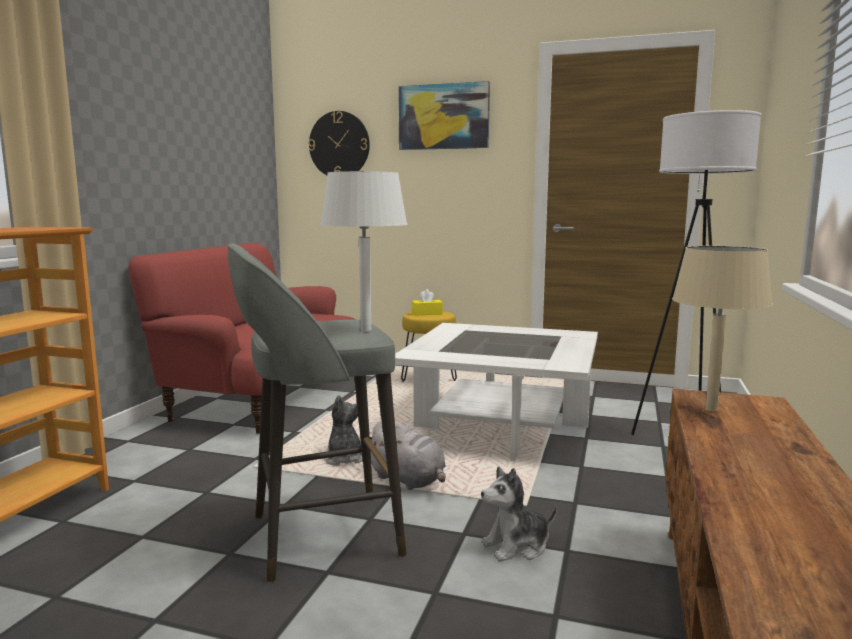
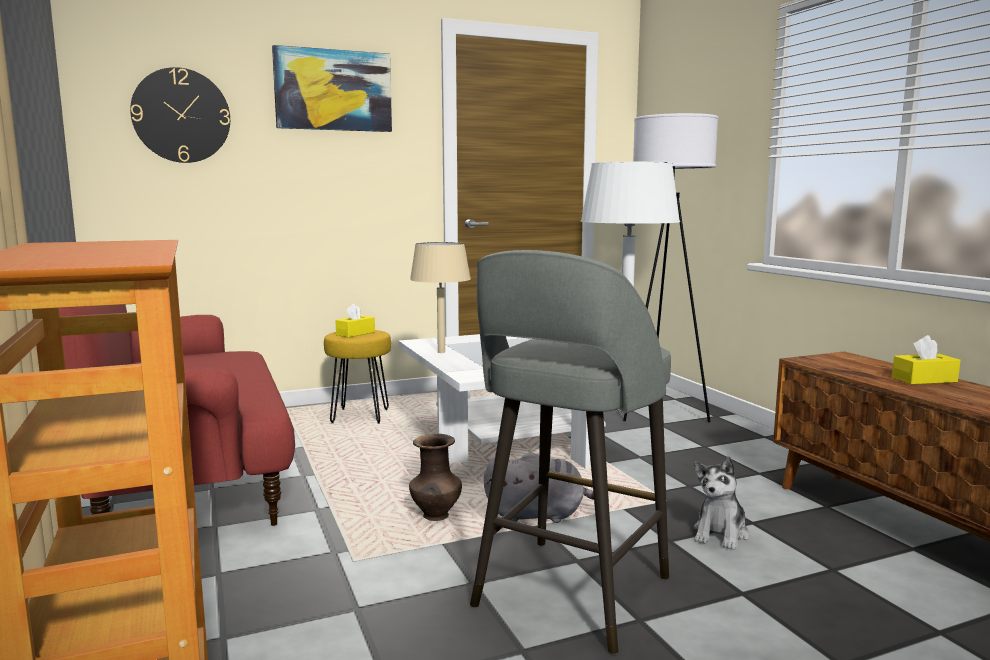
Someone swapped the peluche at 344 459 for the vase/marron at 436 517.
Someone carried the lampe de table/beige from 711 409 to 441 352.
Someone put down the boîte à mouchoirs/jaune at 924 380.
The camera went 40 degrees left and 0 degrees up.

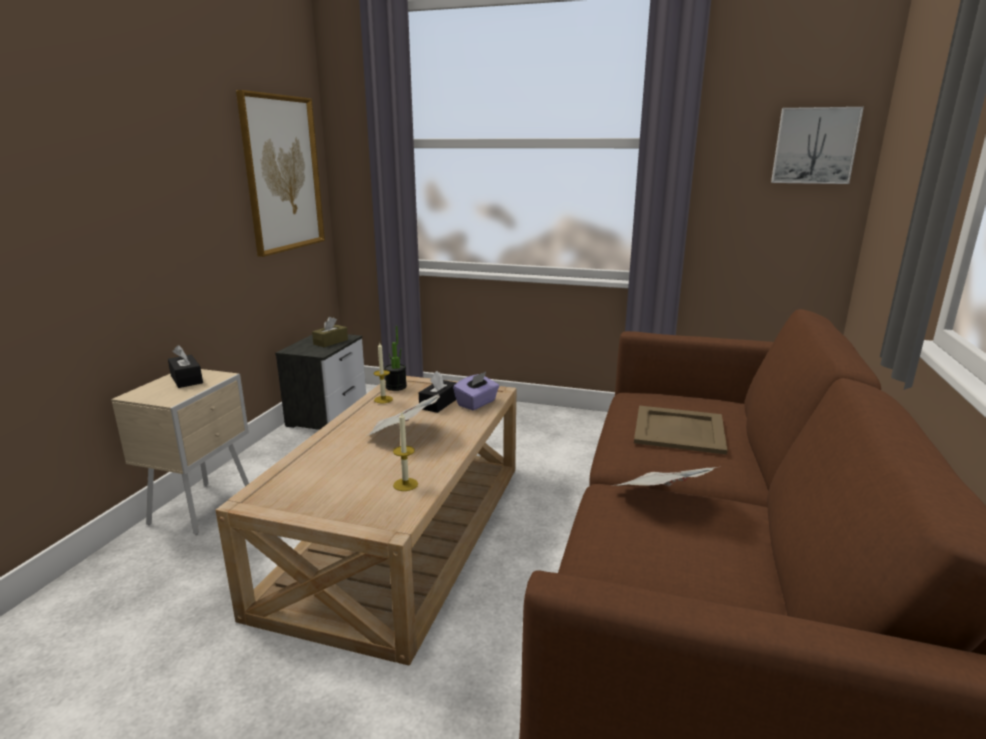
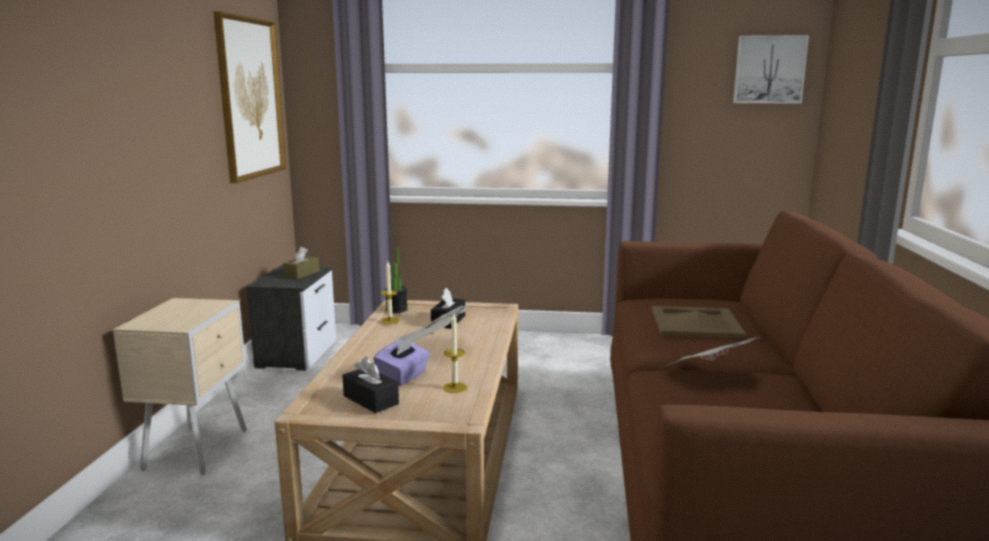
Someone carried the boîte à mouchoirs/noir from 186 379 to 371 400.
Someone carried the boîte à mouchoirs/violet from 477 403 to 403 377.
The camera went 10 degrees left and 5 degrees down.

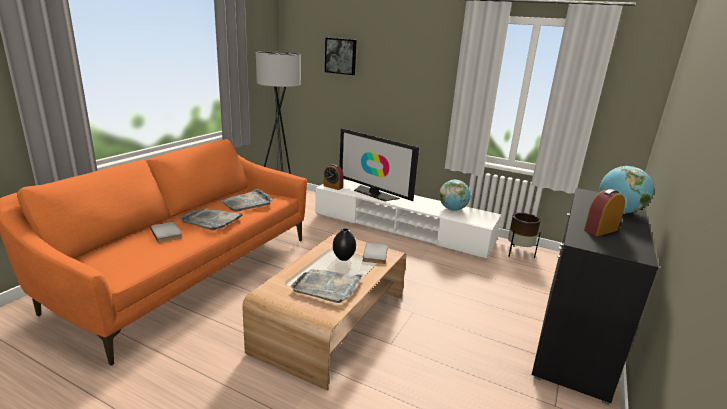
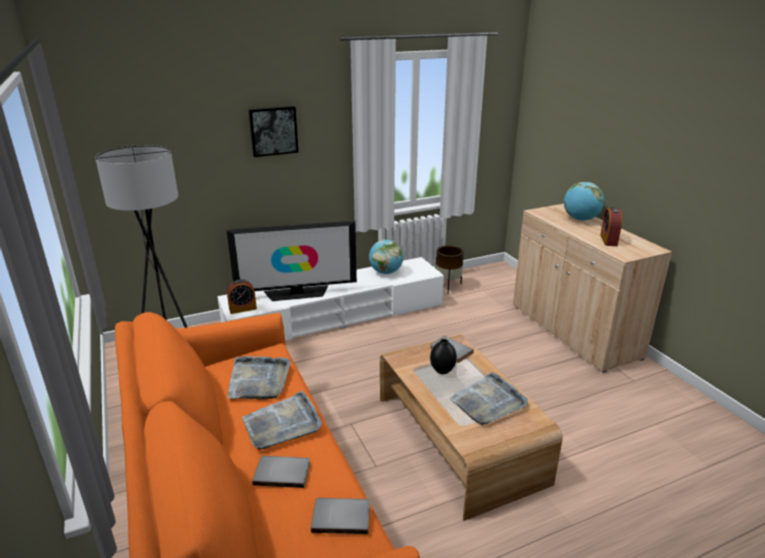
Someone carried the tableau from 341 56 to 273 130.
Someone repainted the meuble de rangement/noir at 574 338, which became the meuble de rangement/beige at 573 331.
Someone put down the livre/gris at 341 516.
The camera went 50 degrees left and 5 degrees up.

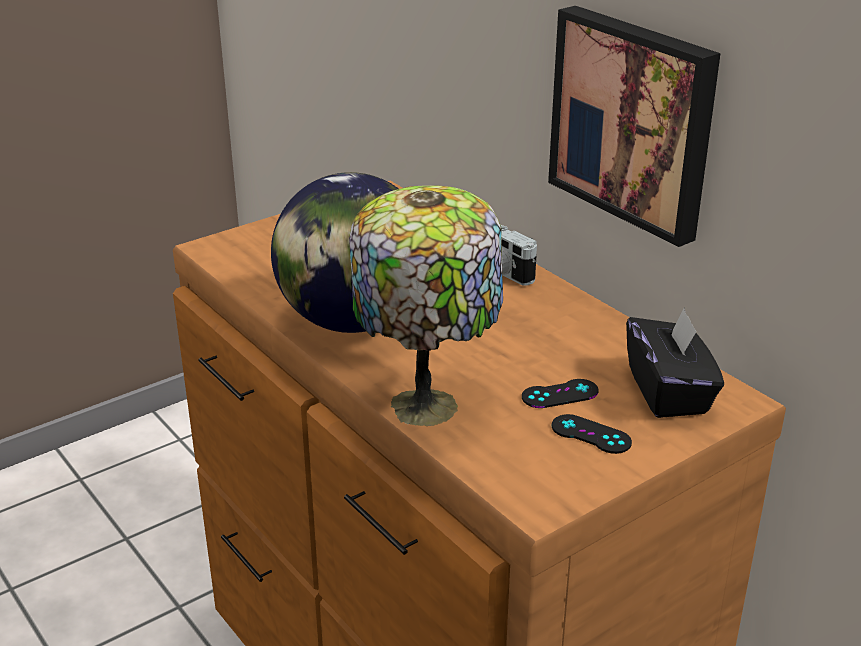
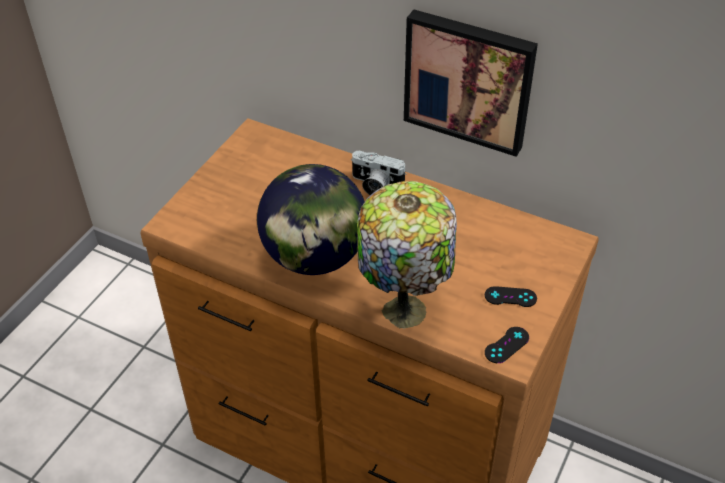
Someone carried the manette/noir from 560 394 to 506 345.
Someone took away the boîte à mouchoirs/noir at 669 392.
The camera went 25 degrees left and 15 degrees up.

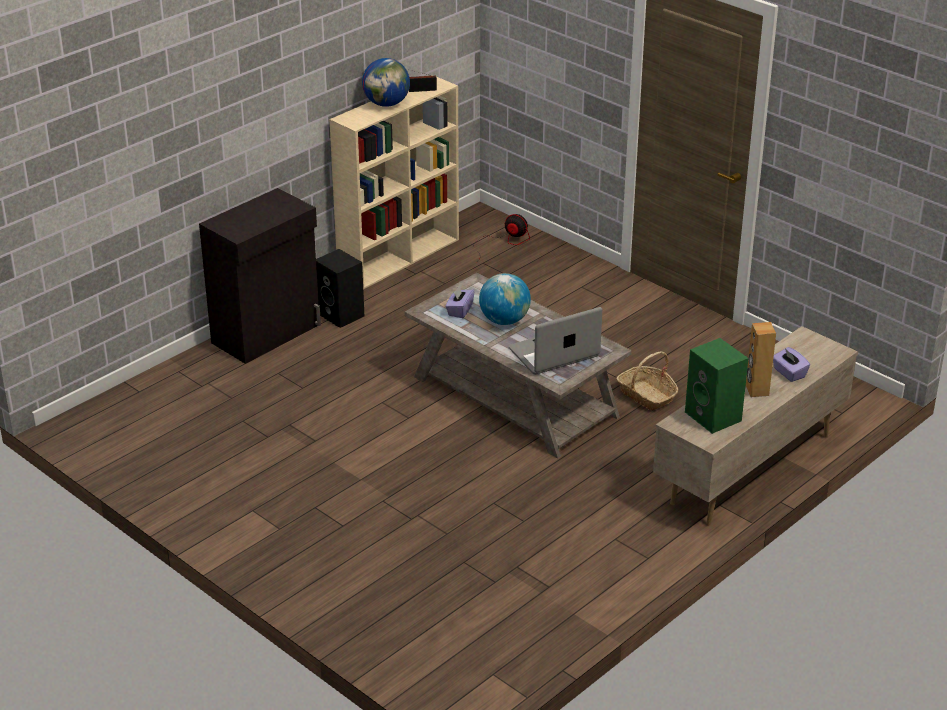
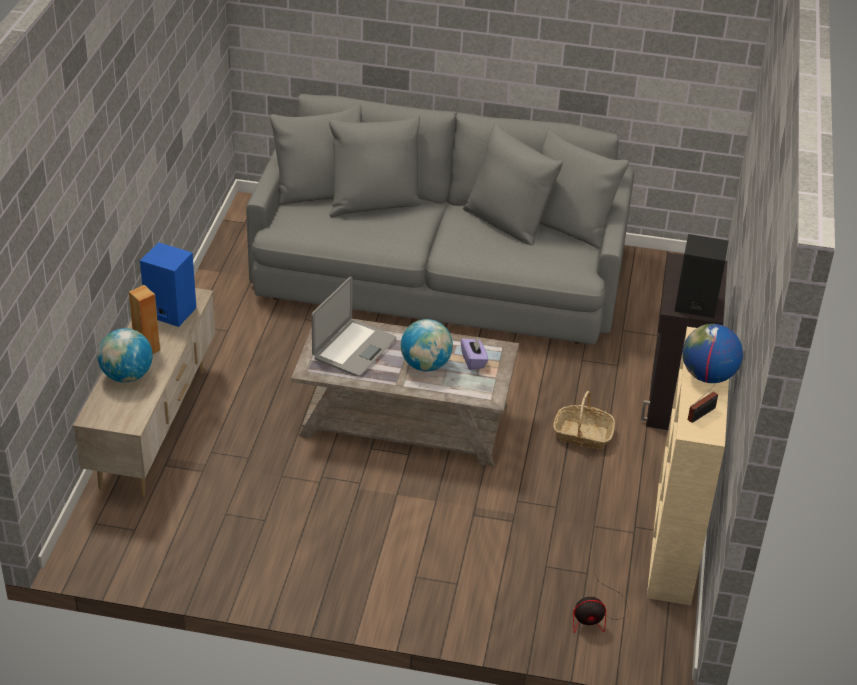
Someone carried the enceinte/noir from 342 315 to 694 304.
Someone carried the panier from 646 395 to 582 435.
Someone repainted the enceinte/vert at 714 417, which became the enceinte/bleu at 169 312.
Someone swapped the boîte à mouchoirs/violet at 789 373 for the globe at 127 376.
Someone put down the canapé/gris at 439 273.
The camera went 145 degrees right and 5 degrees up.

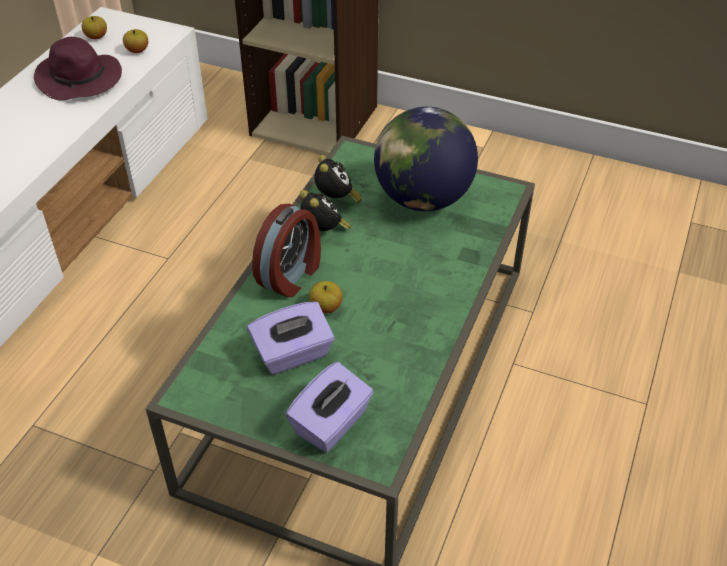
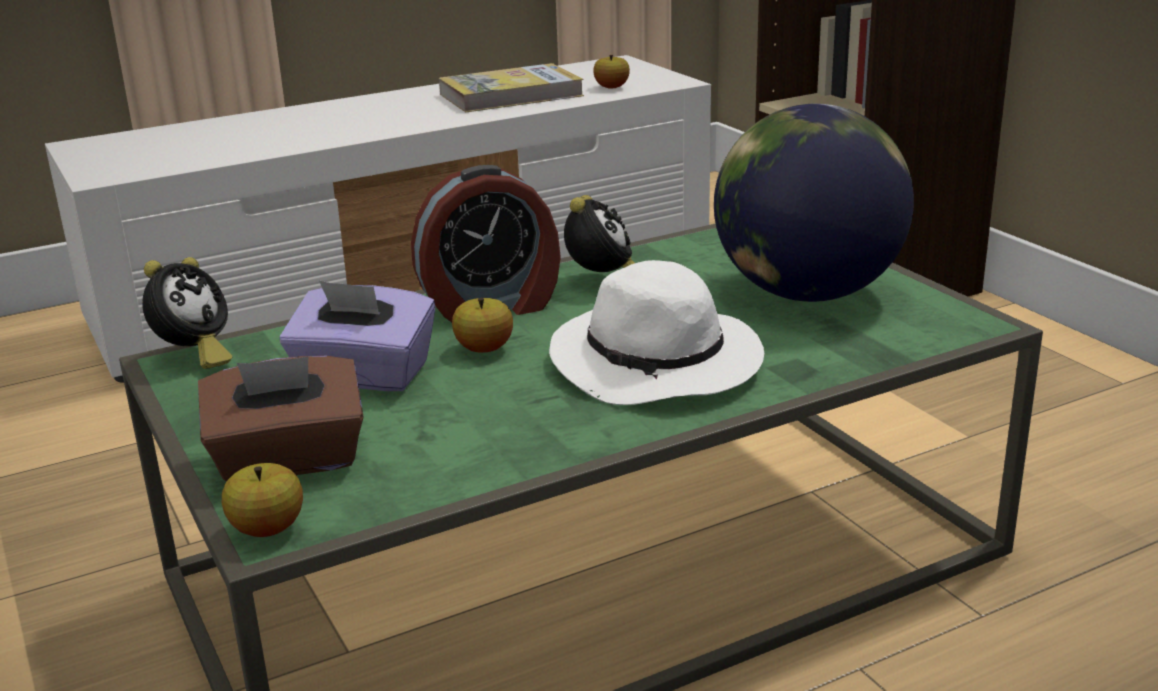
Someone swapped the chapeau/violet at 80 80 for the livre at 511 95.
Someone carried the pomme from 96 37 to 267 529.
Someone repainted the boîte à mouchoirs/violet at 331 424, which became the boîte à mouchoirs/marron at 289 461.
Someone carried the réveil from 336 200 to 194 356.
Someone put down the chapeau/blanc at 658 365.
The camera went 40 degrees right and 20 degrees down.

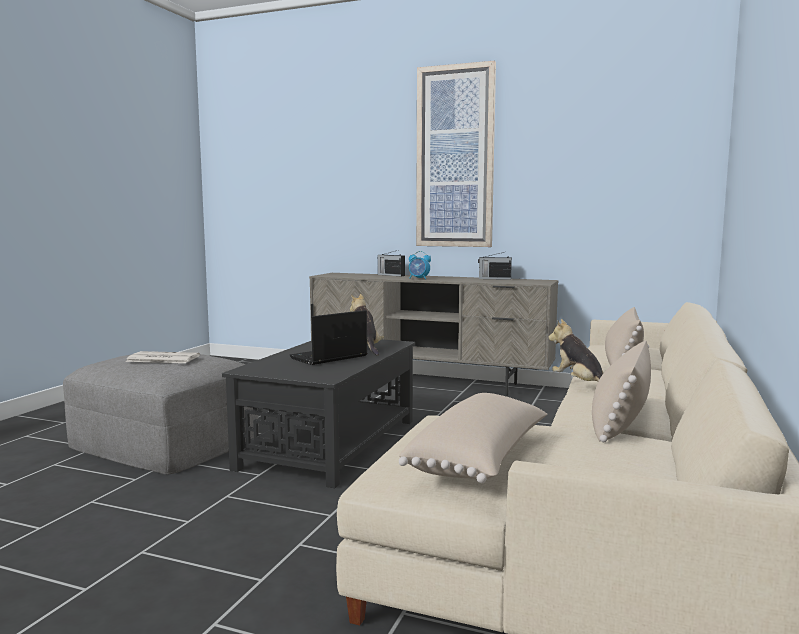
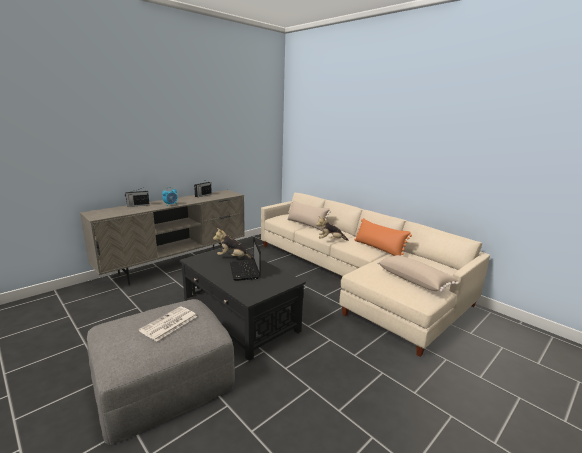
Someone took away the tableau at 455 157.
Someone repainted the coussin/beige at 620 419, which became the coussin/orange at 378 249.
The camera went 65 degrees left and 10 degrees up.

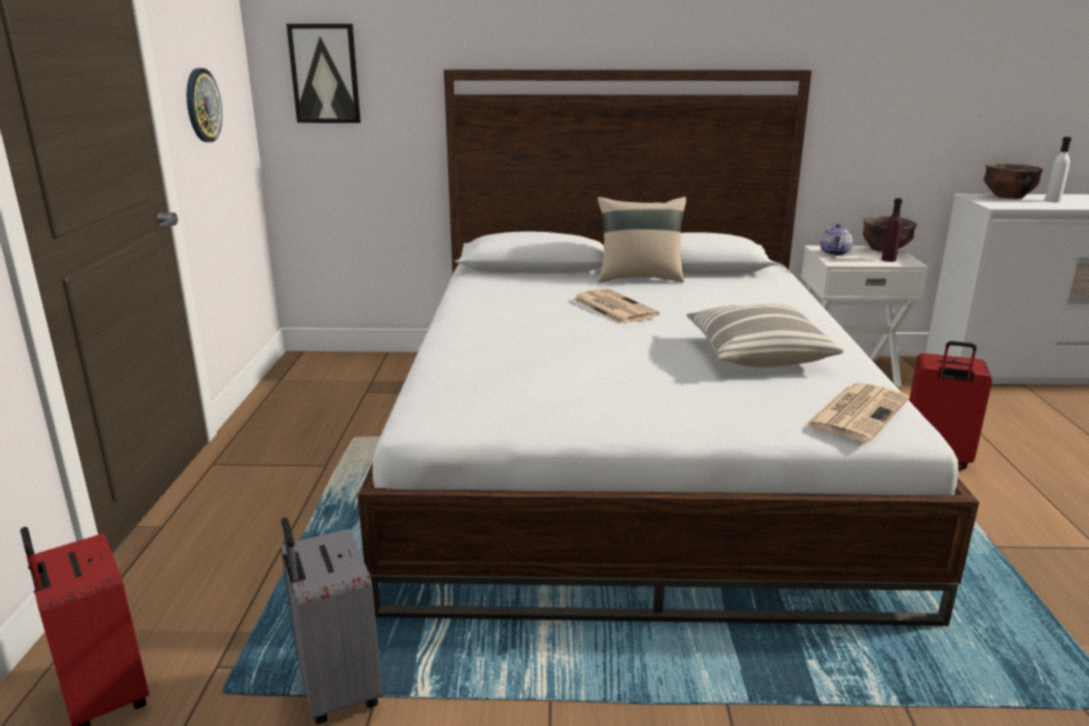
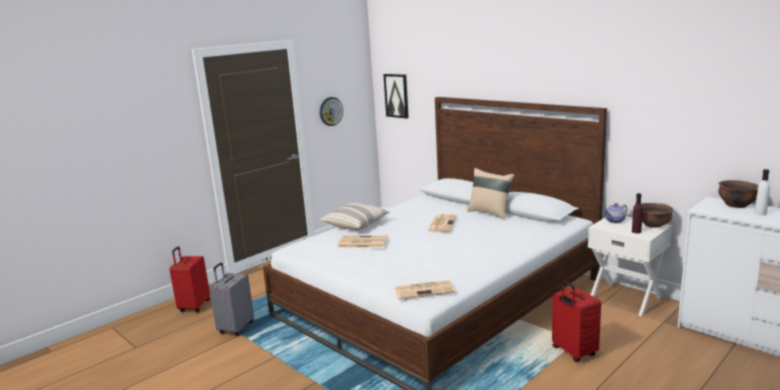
Someone carried the coussin from 757 354 to 356 225.
Someone put down the journal at 361 242.
The camera went 45 degrees right and 5 degrees down.

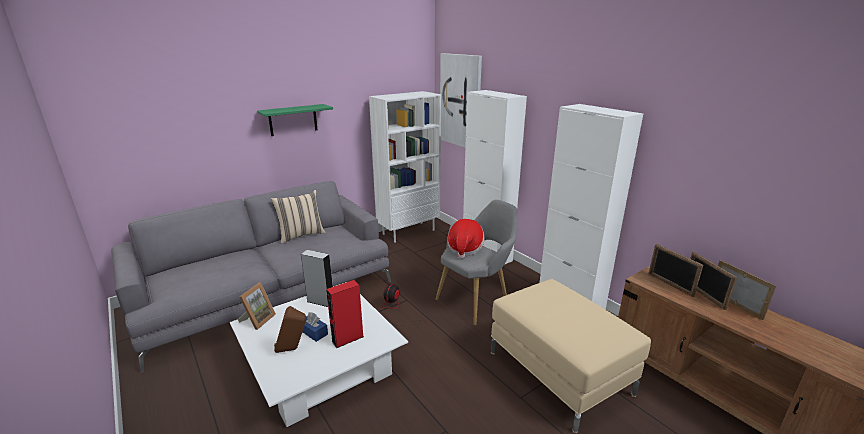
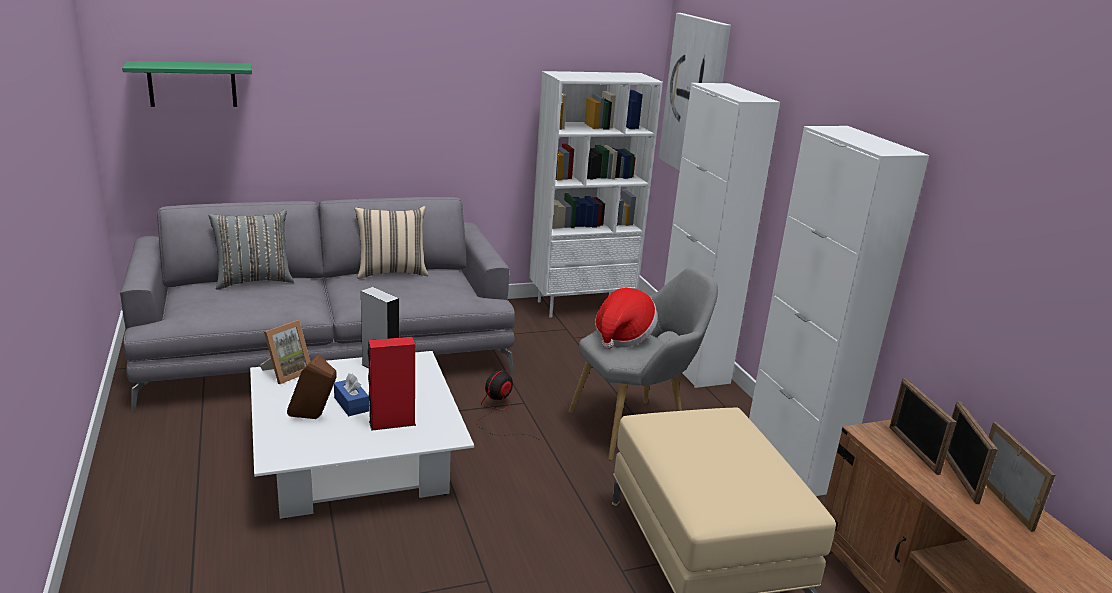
Someone carried the étagère/vert from 293 120 to 192 84.
Someone put down the coussin/gris at 254 281.
The camera went 15 degrees right and 0 degrees up.

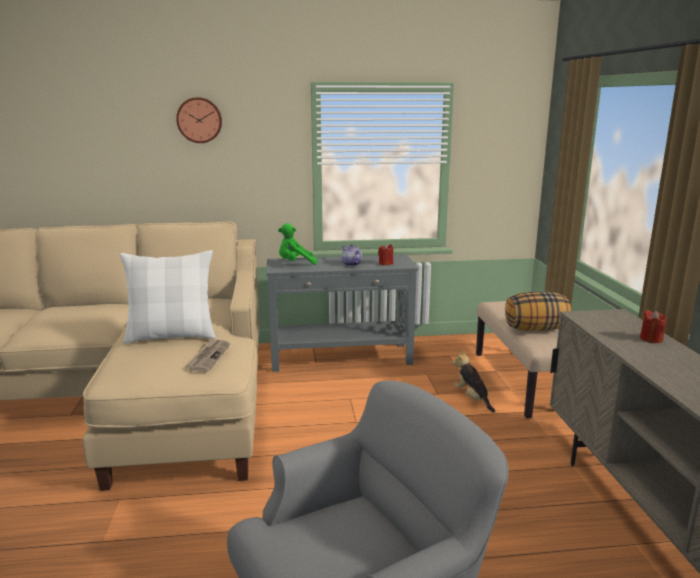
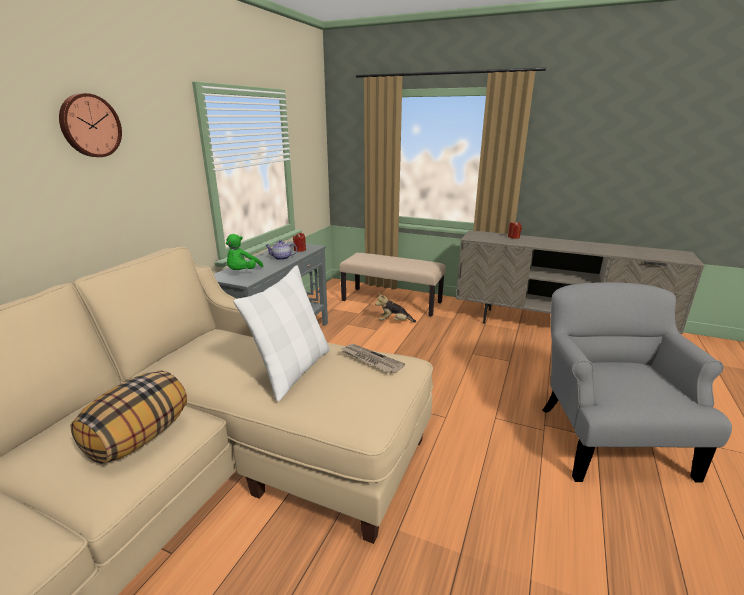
Someone carried the coussin from 536 329 to 139 438.
The camera went 60 degrees left and 5 degrees up.

